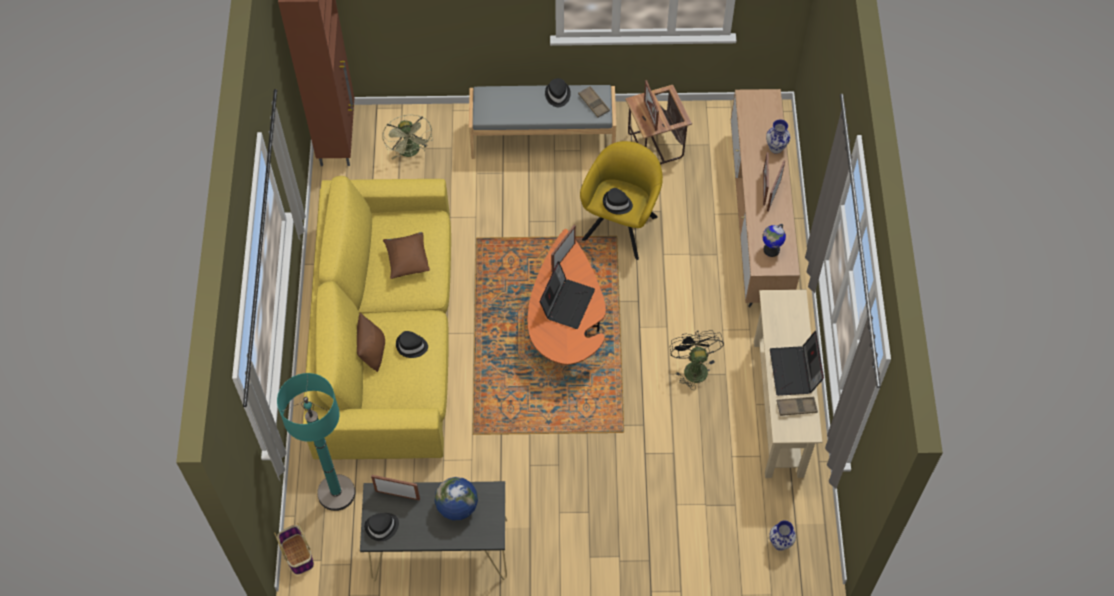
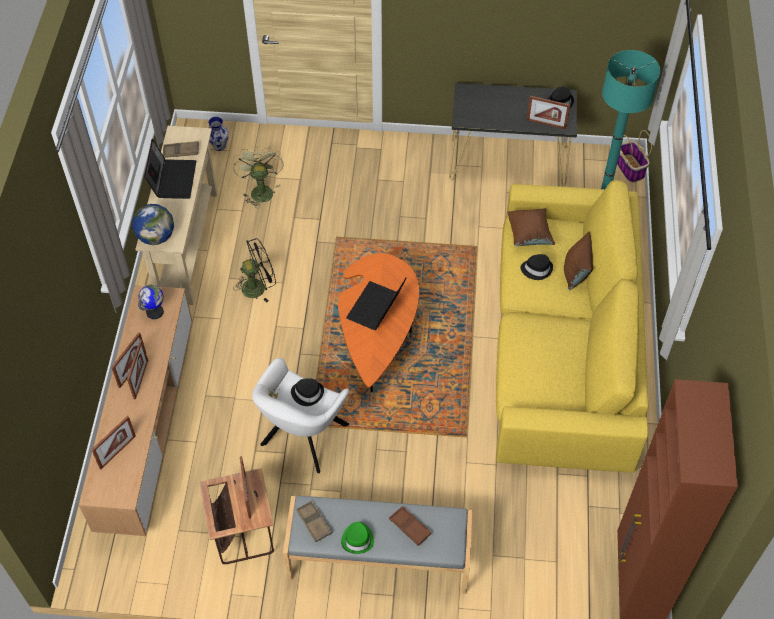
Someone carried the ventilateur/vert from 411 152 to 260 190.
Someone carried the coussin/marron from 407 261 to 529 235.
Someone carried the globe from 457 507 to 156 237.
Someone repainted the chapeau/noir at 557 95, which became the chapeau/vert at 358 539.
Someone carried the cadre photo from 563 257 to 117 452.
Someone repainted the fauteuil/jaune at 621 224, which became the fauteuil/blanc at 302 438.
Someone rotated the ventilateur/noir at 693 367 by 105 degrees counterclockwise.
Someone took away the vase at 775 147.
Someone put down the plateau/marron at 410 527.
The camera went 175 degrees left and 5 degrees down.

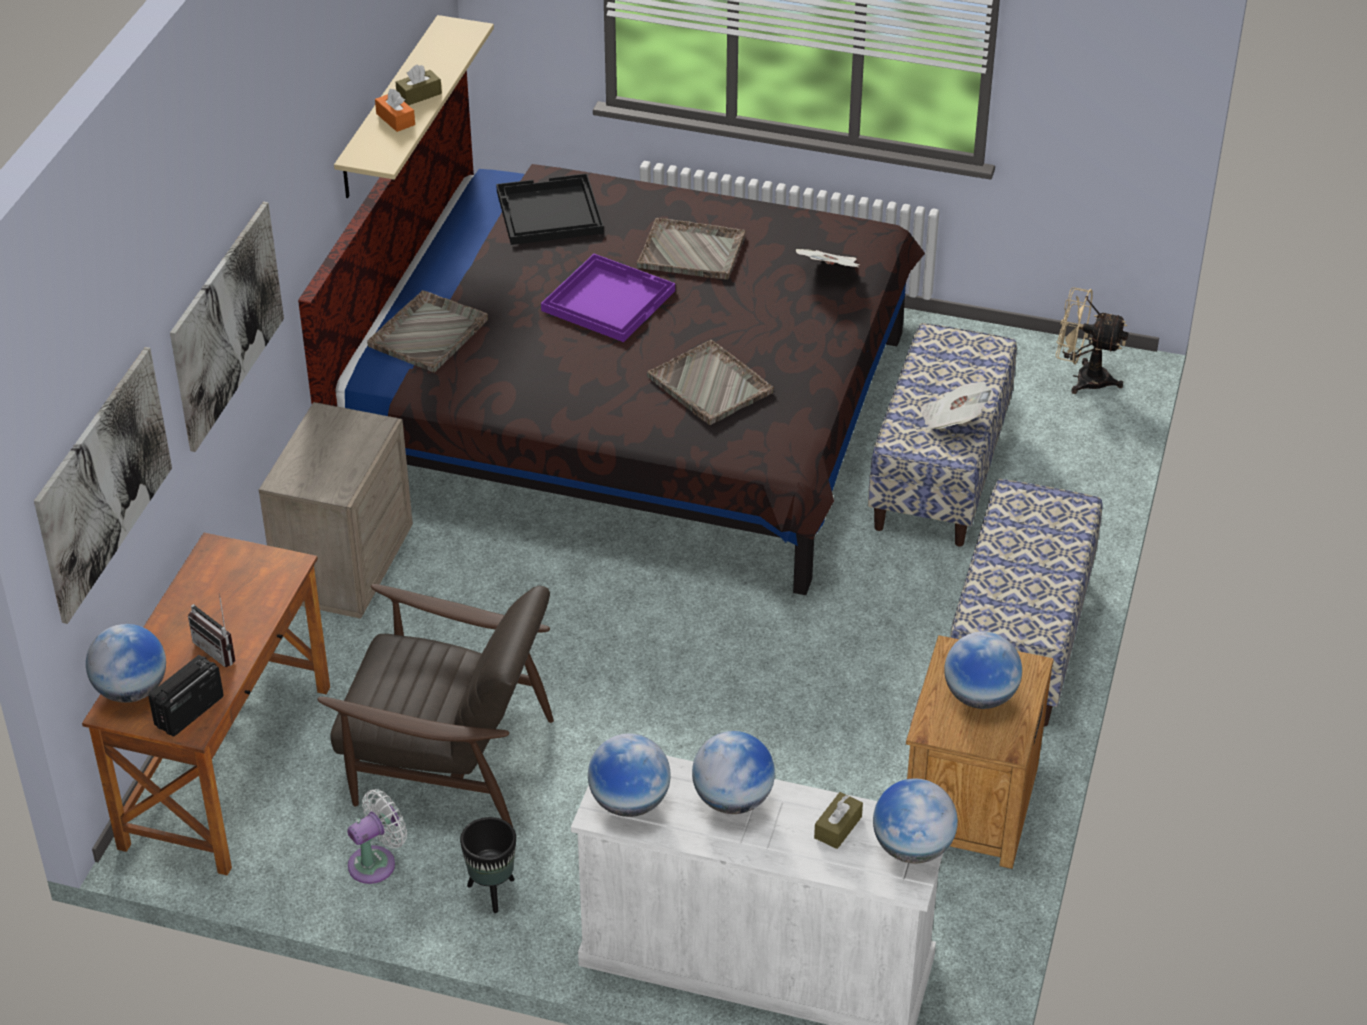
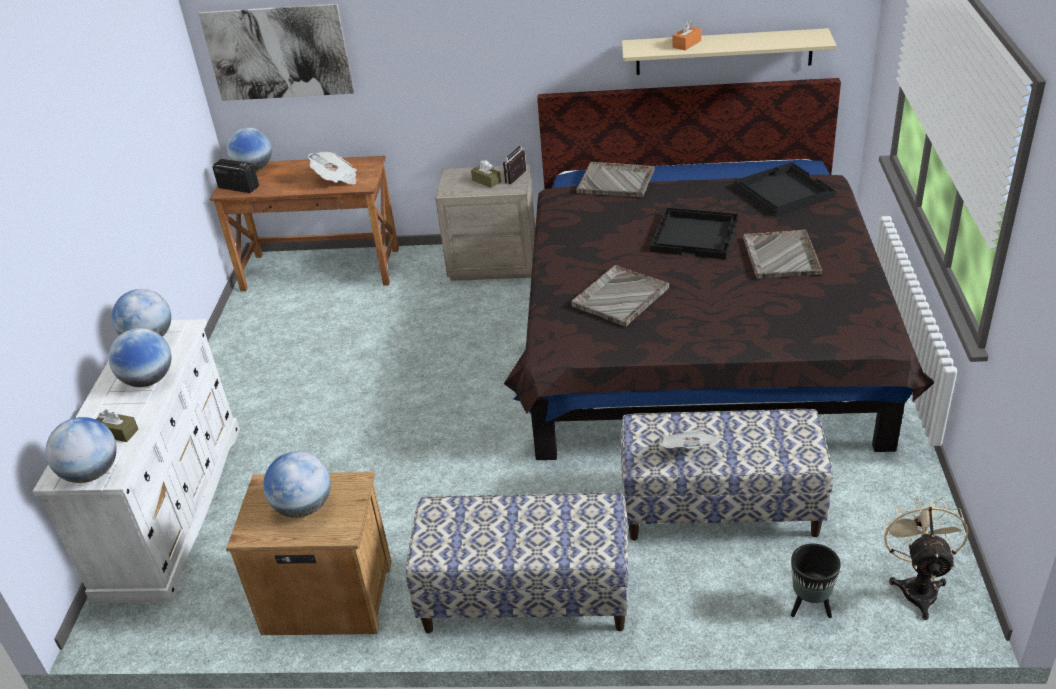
Someone took away the tableau at 227 324.
Someone carried the radio from 220 649 to 519 178.
Someone took away the fauteuil/marron at 447 758.
Someone took away the ventilateur/blanc at 376 862.
Someone carried the boîte à mouchoirs/marron from 419 95 to 486 181.
Someone carried the cache-pot/noir from 492 892 to 809 607.
Someone repainted the plateau/violet at 608 300, which became the plateau/noir at 695 235.
Someone carried the journal from 830 272 to 336 179.
The camera went 80 degrees right and 5 degrees down.

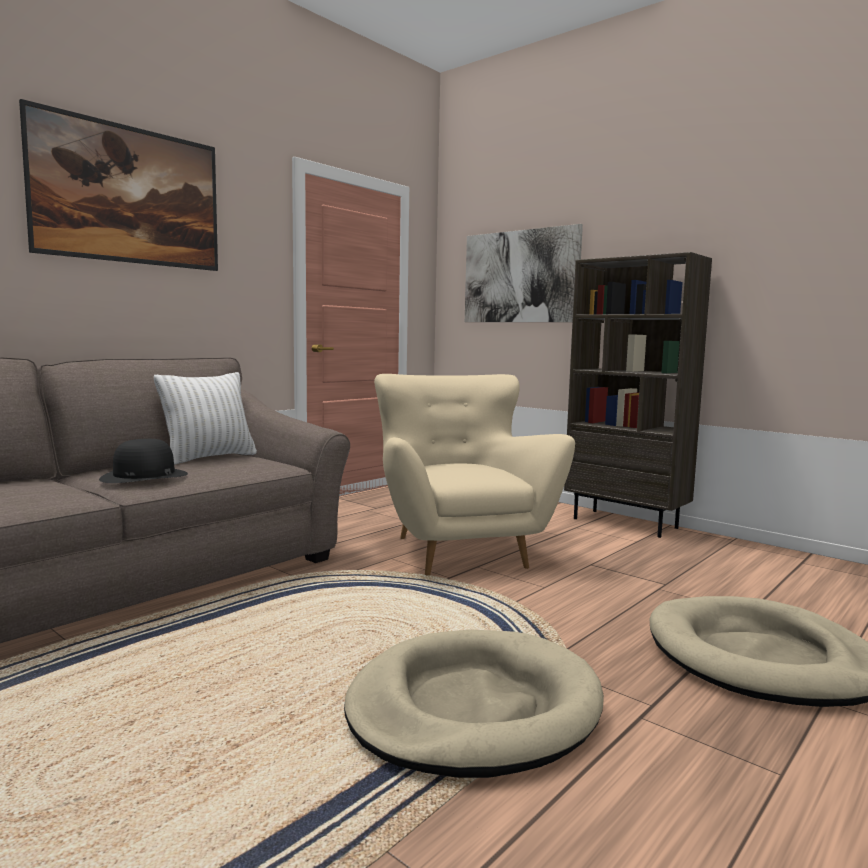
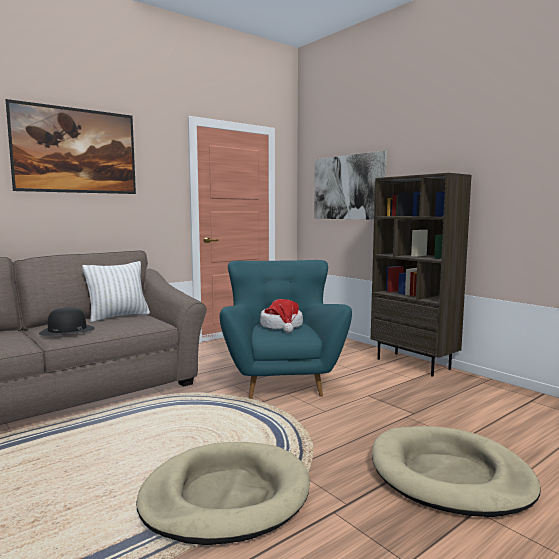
Someone repainted the fauteuil/beige at 457 550, which became the fauteuil/turquoise at 281 381.
Someone put down the chapeau at 282 326.
The camera went 10 degrees right and 0 degrees up.

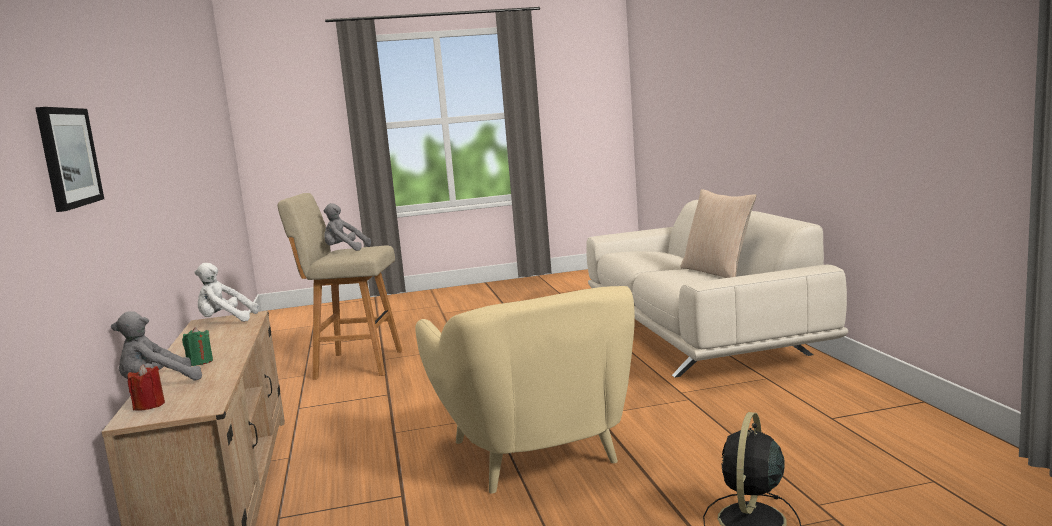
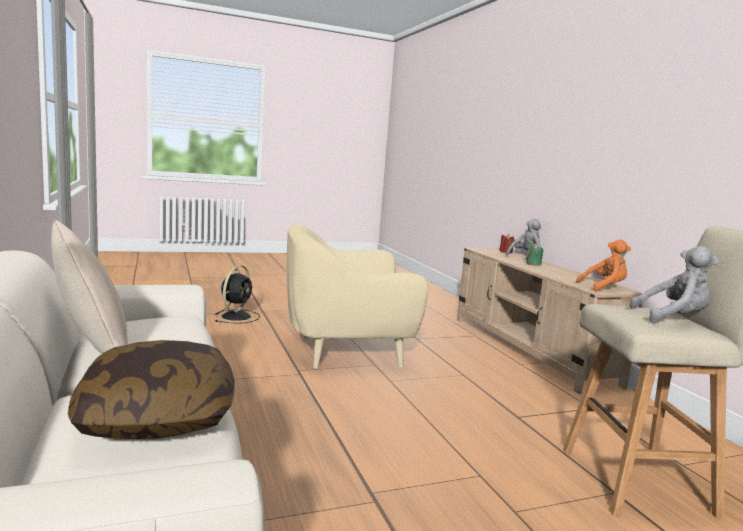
Someone took away the tableau at 68 157.
Someone repainted the peluche/blanc at 225 321, which became the peluche/orange at 604 288.
Someone rotated the fauteuil/beige at 535 454 by 75 degrees counterclockwise.
Someone put down the coussin at 158 415.
The camera went 170 degrees right and 0 degrees up.

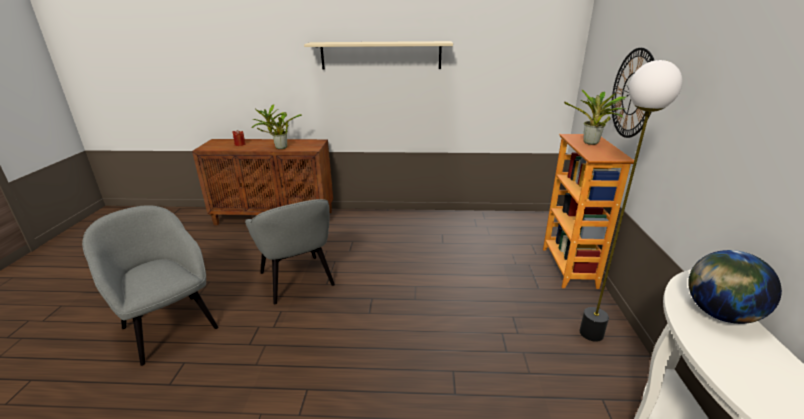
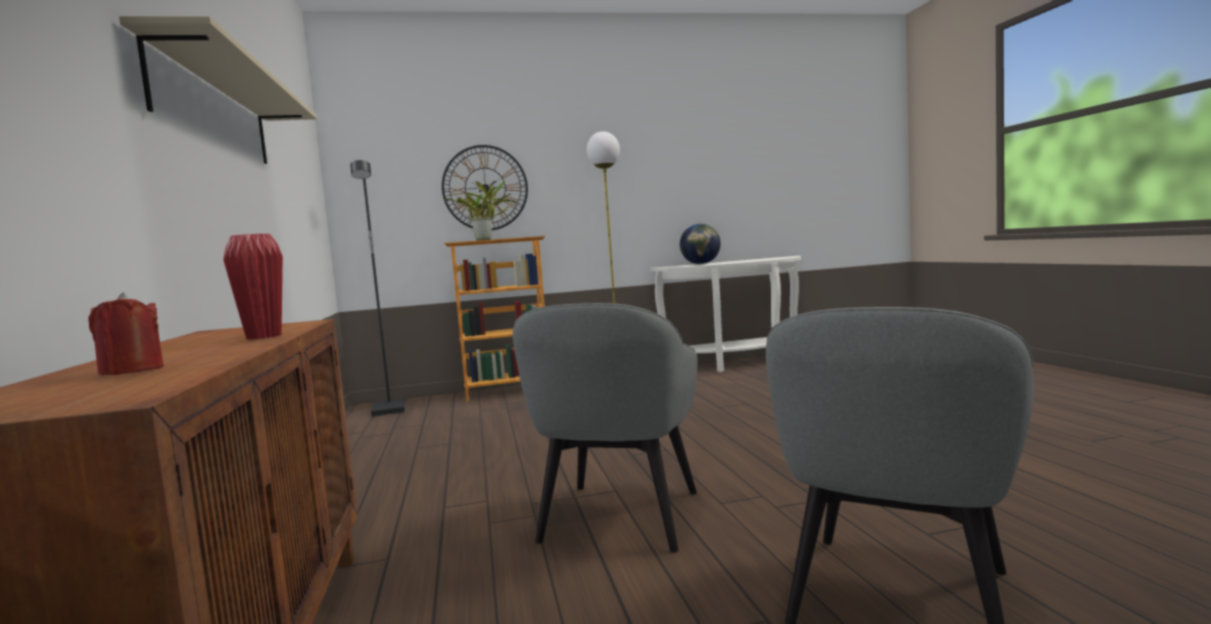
Someone rotated the fauteuil/gris at 297 280 by 150 degrees clockwise.
Someone swapped the plante en pot at 279 148 for the vase/rouge at 264 336.
Someone put down the lampadaire/noir at 390 410.
The camera went 105 degrees left and 20 degrees down.

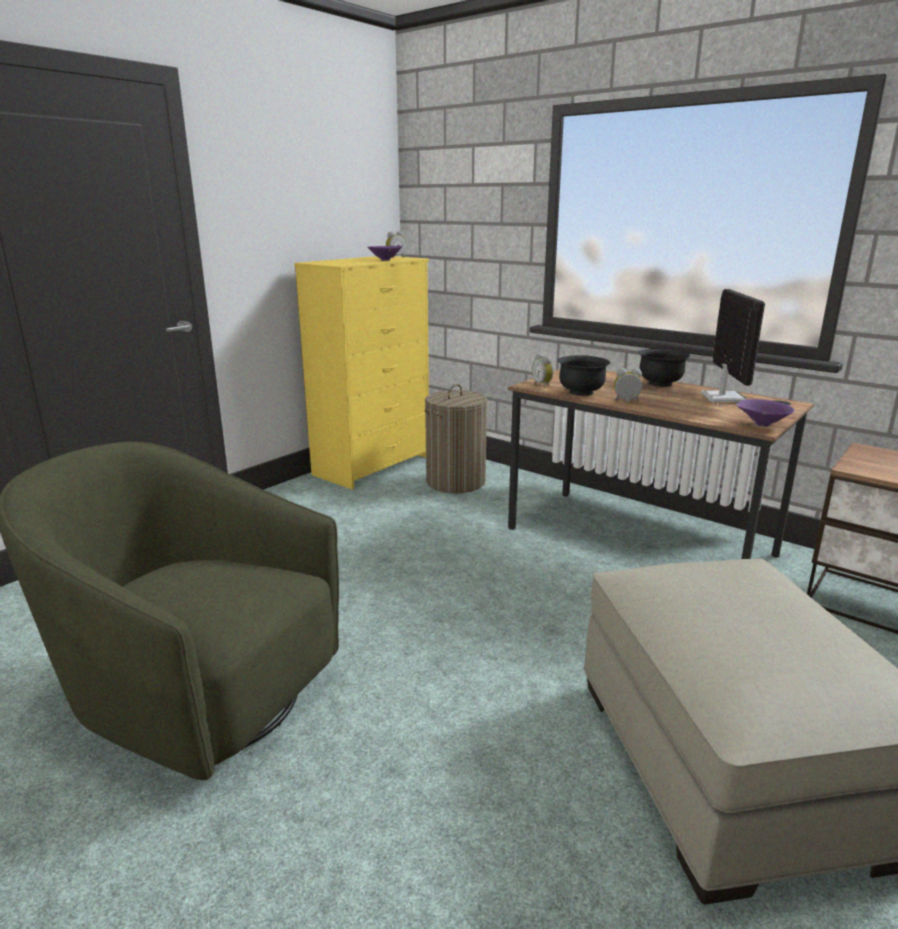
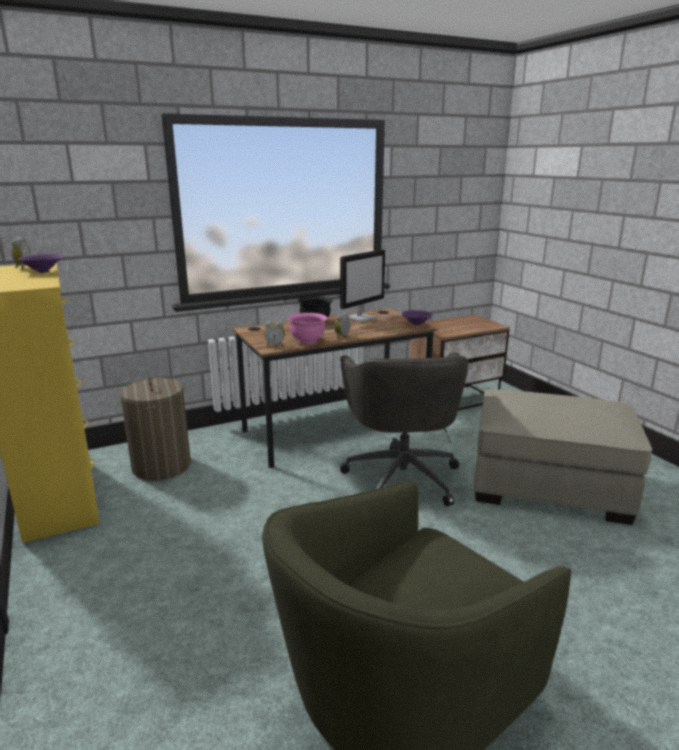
Someone repainted the bol/noir at 581 392, which became the bol/rose at 308 341.
Someone rotated the écran d'ordinateur at 722 397 by 105 degrees clockwise.
Someone put down the chaise de bureau/gris at 402 476.
The camera went 65 degrees left and 0 degrees up.

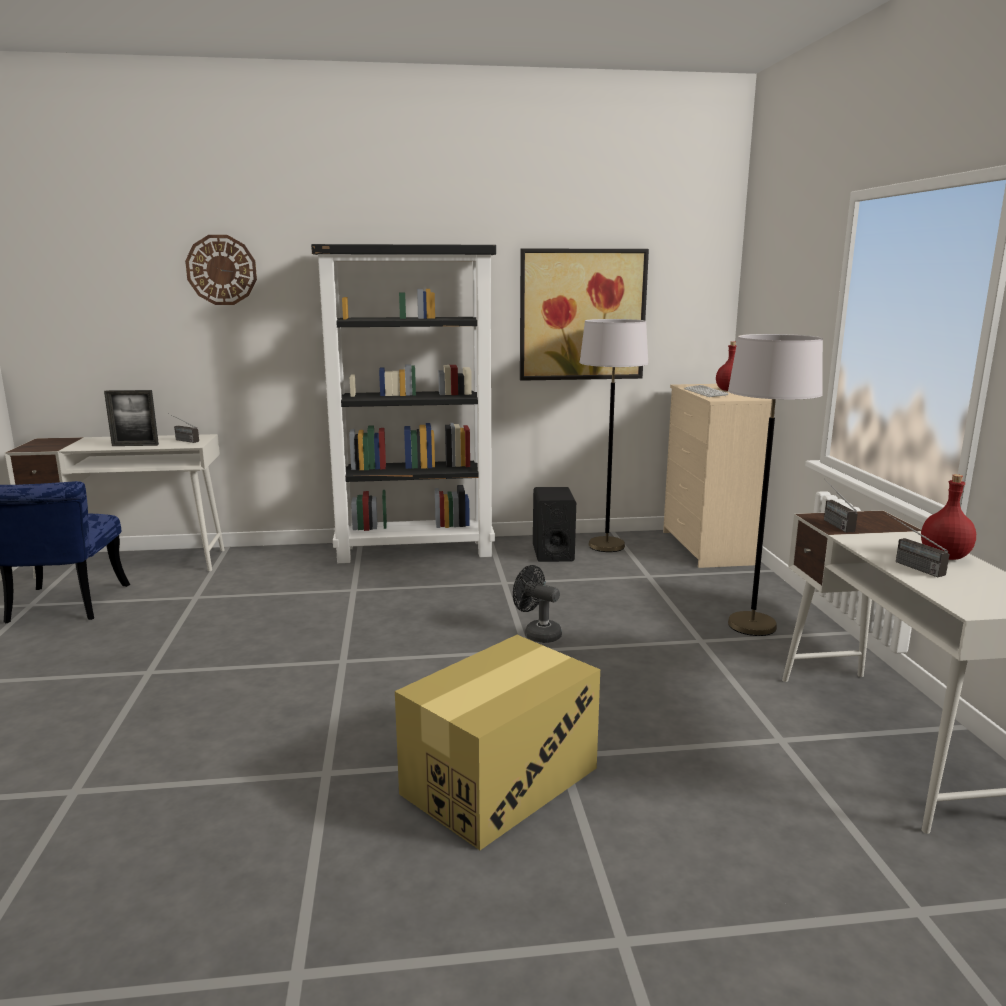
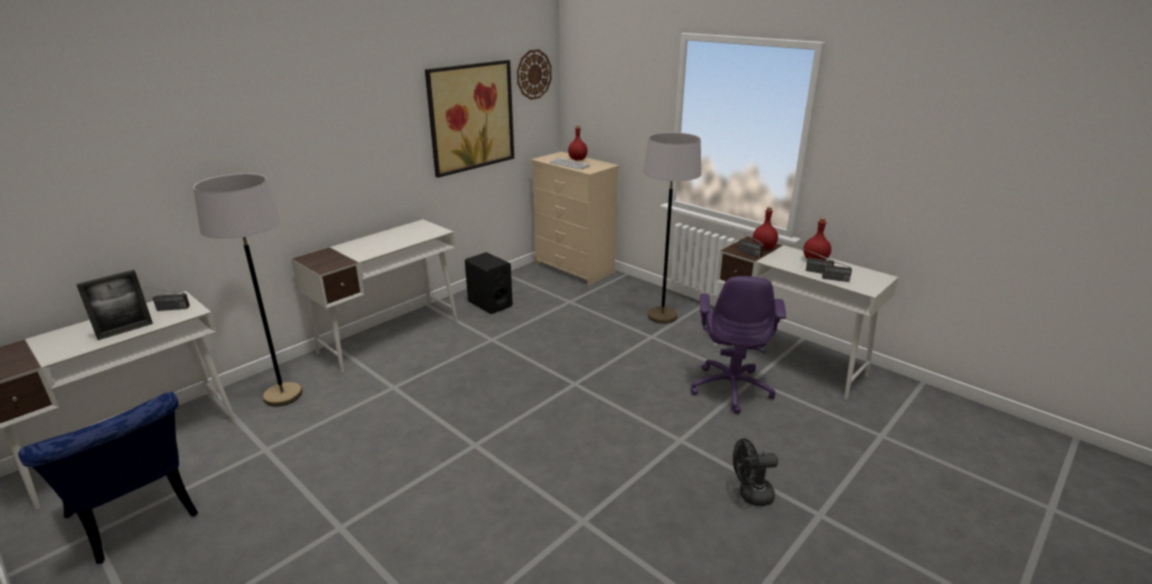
Someone carried the horloge murale from 221 270 to 533 74.
Someone swapped the bibliothèque/noir at 416 551 for the bureau/blanc at 390 336.
Someone took away the carton at 500 780.
Someone carried the ventilateur/noir from 537 634 to 750 495.
Someone carried the lampadaire/gris from 606 546 to 283 395.
Someone put down the chaise de bureau/violet at 731 388.
Someone put down the bouteille/rouge at 764 248.
Someone put down the radio at 828 278.
The camera went 40 degrees left and 10 degrees up.

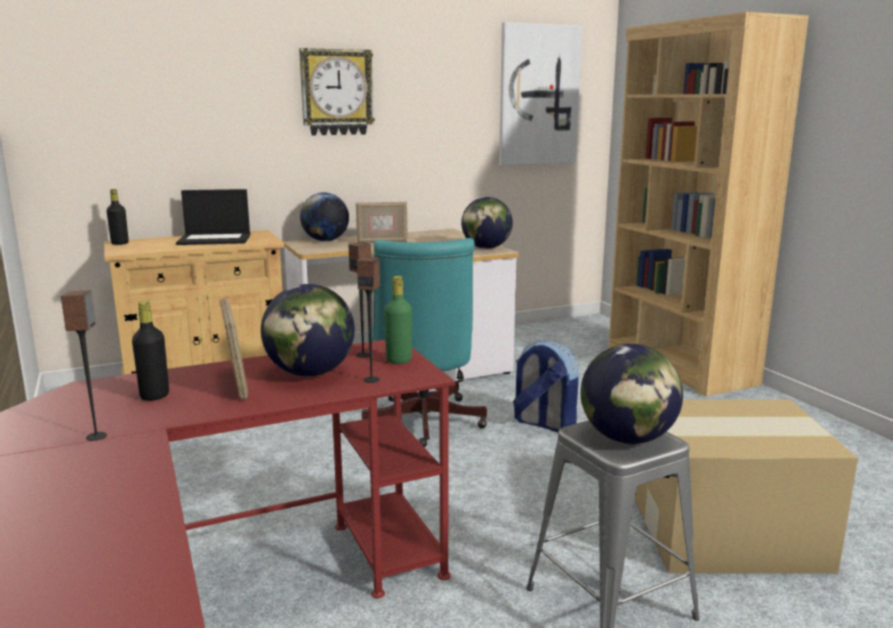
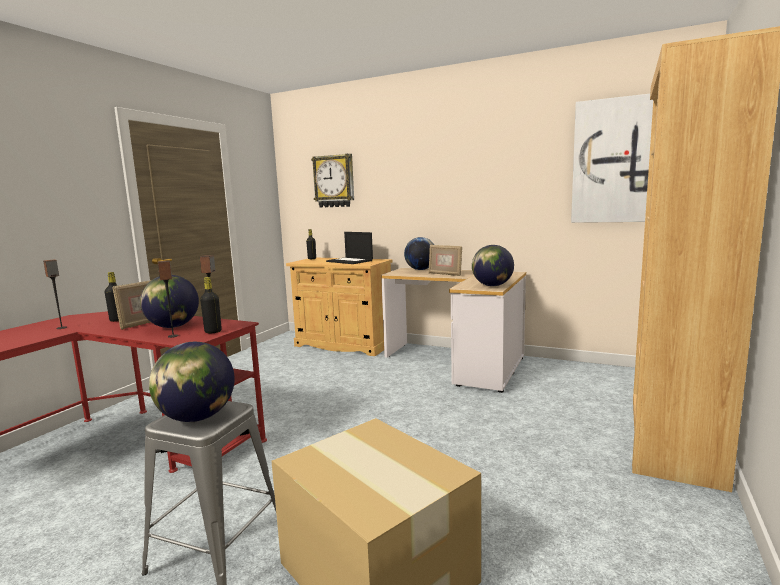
Someone carried the horloge murale from 336 92 to 334 181.
Someone took away the chaise de bureau/turquoise at 422 424.
Someone repainted the bouteille/vert at 399 360, which became the bouteille/noir at 213 331.
Someone took away the sac à dos at 543 423.
The camera went 50 degrees right and 5 degrees down.

